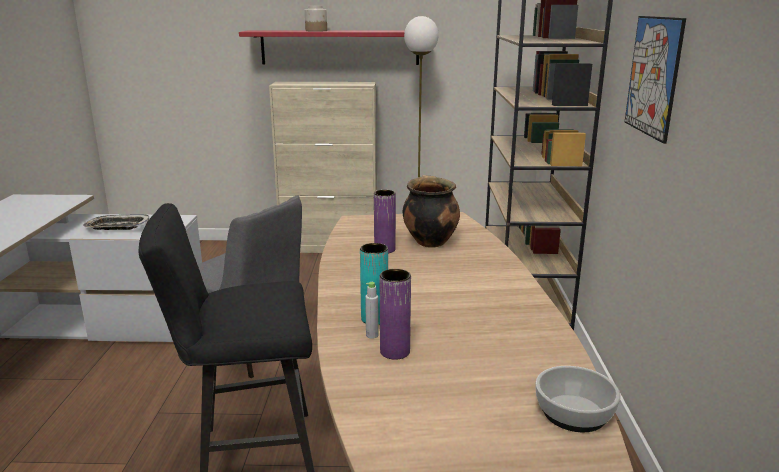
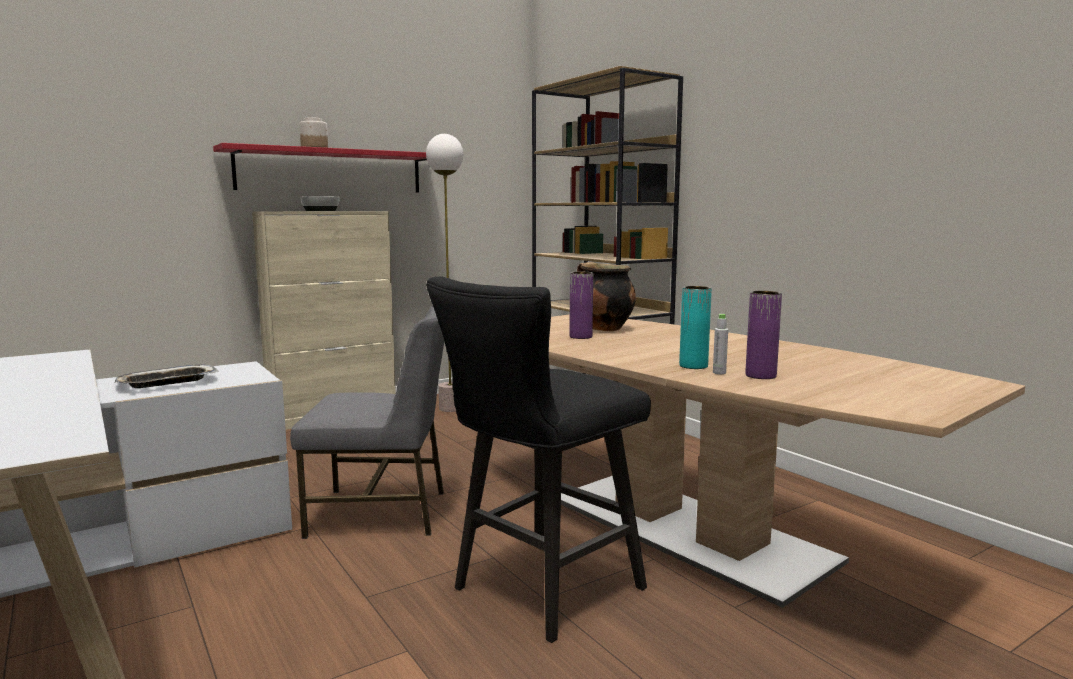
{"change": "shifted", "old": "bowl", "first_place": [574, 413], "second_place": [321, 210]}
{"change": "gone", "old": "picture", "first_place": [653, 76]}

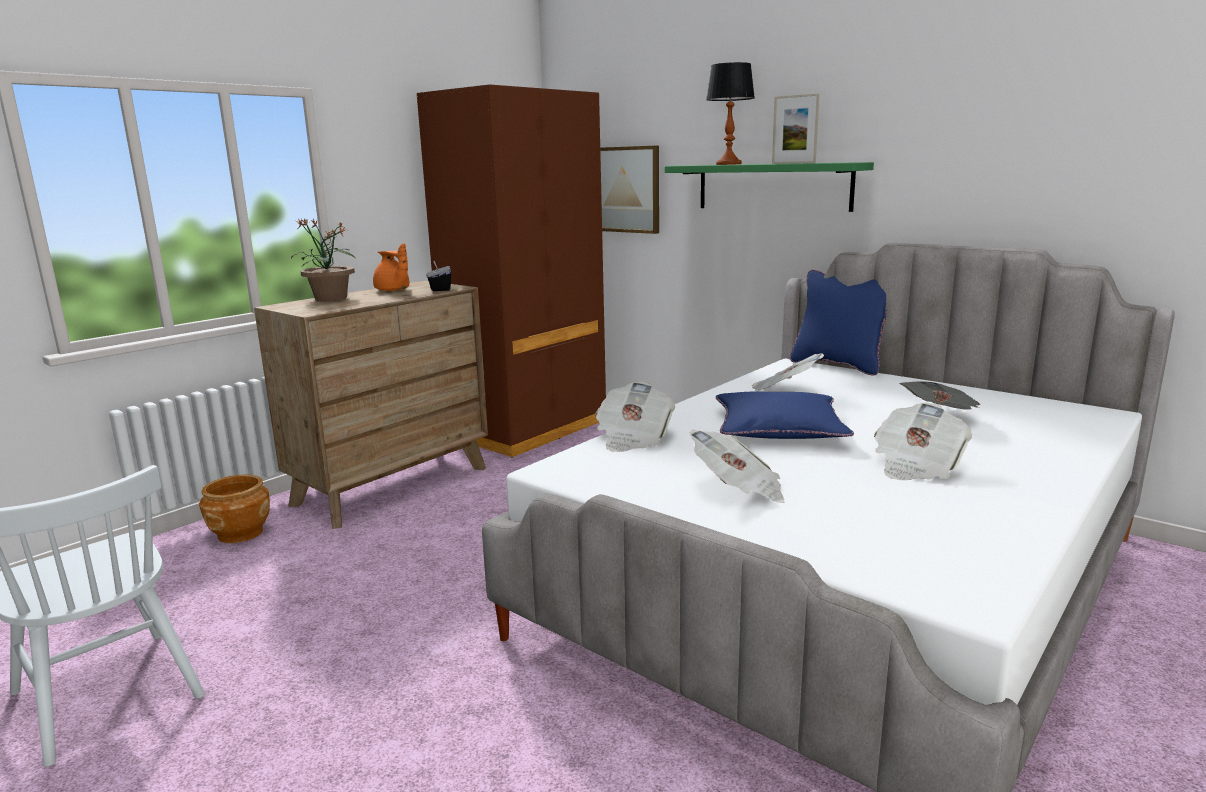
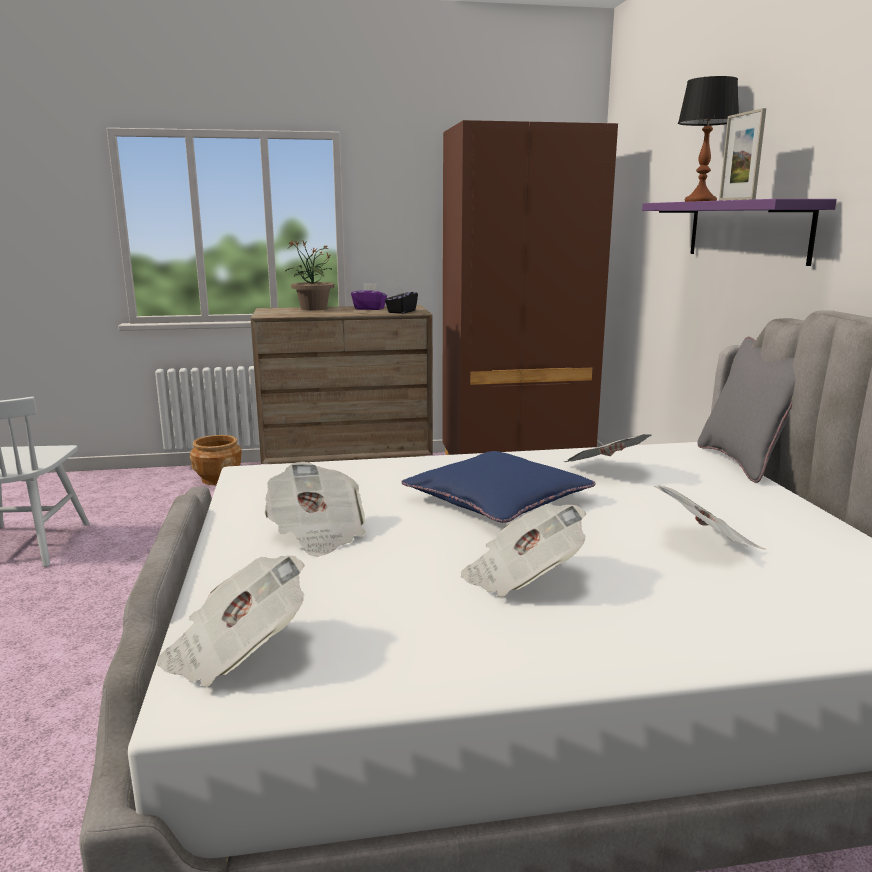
{"change": "swapped", "old": "orange teapot", "new": "purple tissue box", "first_place": [393, 290], "second_place": [369, 309]}
{"change": "shifted", "old": "newspaper", "first_place": [633, 438], "second_place": [235, 652]}
{"change": "gone", "old": "picture", "first_place": [625, 189]}
{"change": "repainted", "old": "green shelf", "new": "purple shelf", "first_place": [773, 187], "second_place": [746, 230]}
{"change": "repainted", "old": "blue pillow", "new": "grey pillow", "first_place": [838, 365], "second_place": [744, 462]}

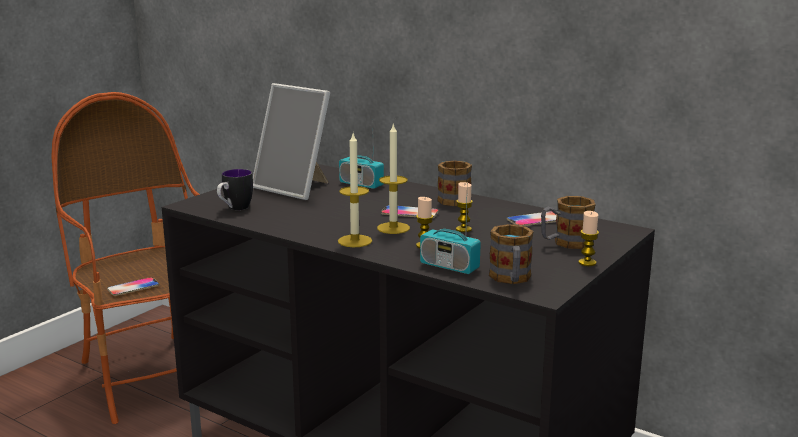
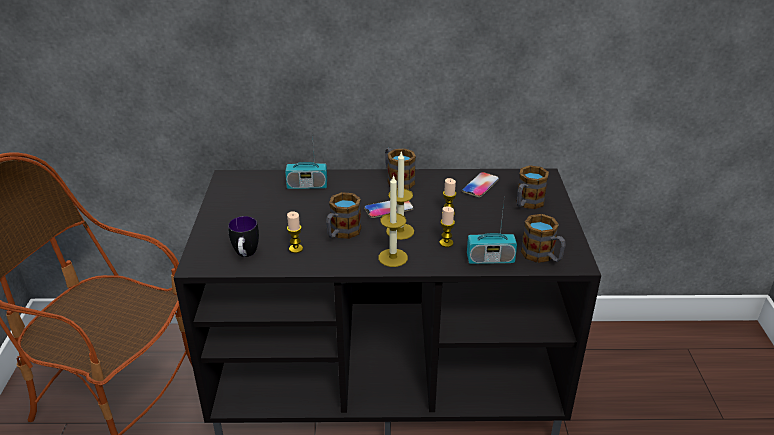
{"change": "gone", "old": "phone", "first_place": [133, 287]}
{"change": "gone", "old": "picture frame", "first_place": [296, 188]}
{"change": "shifted", "old": "candle", "first_place": [587, 263], "second_place": [296, 249]}
{"change": "new", "new": "mug", "second_place": [342, 233]}

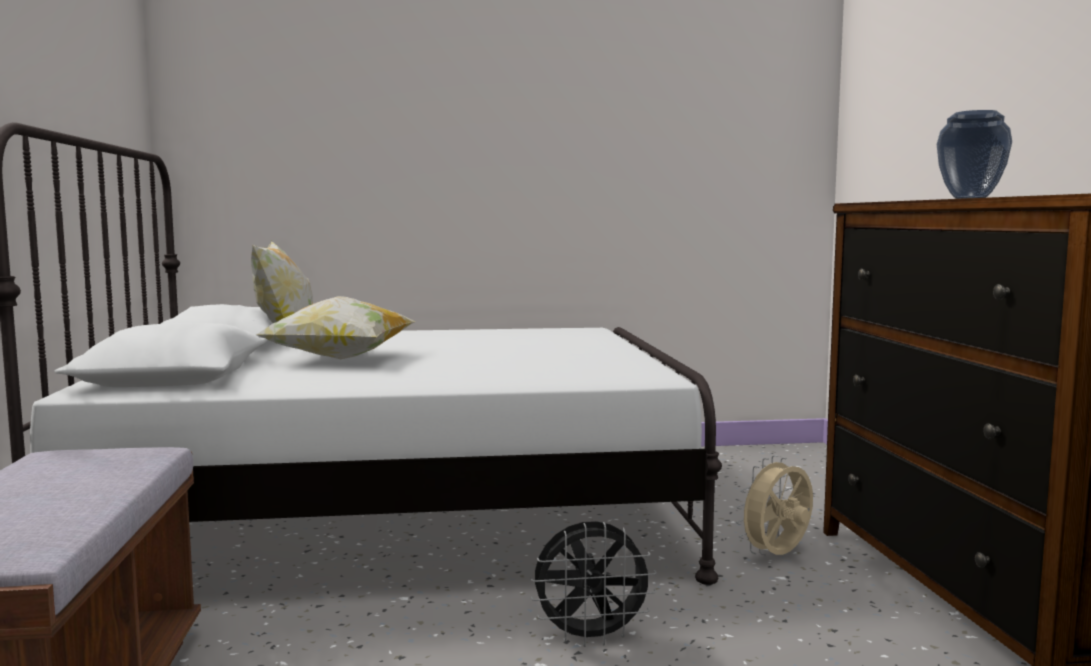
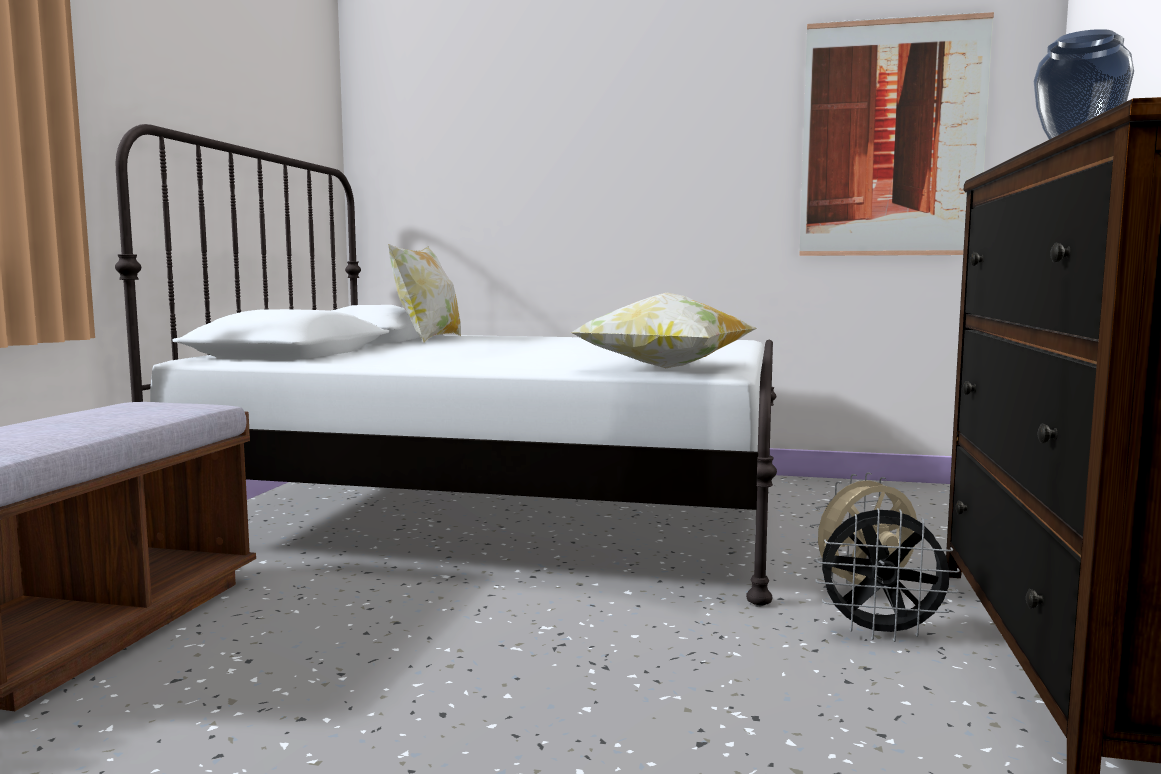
{"change": "shifted", "old": "pillow", "first_place": [340, 359], "second_place": [665, 368]}
{"change": "shifted", "old": "black fan", "first_place": [591, 637], "second_place": [881, 633]}
{"change": "new", "new": "picture", "second_place": [892, 138]}

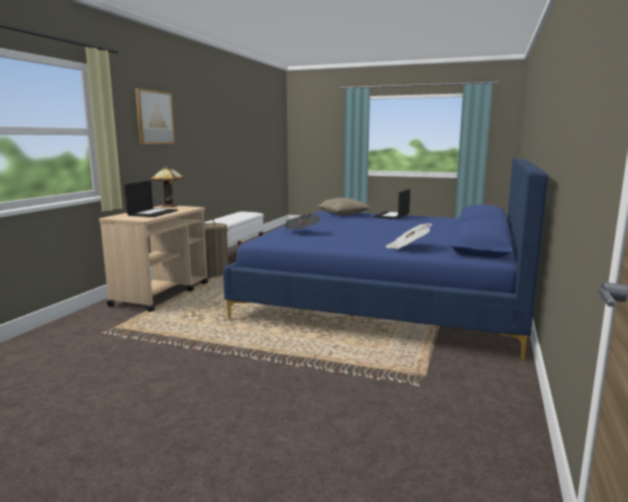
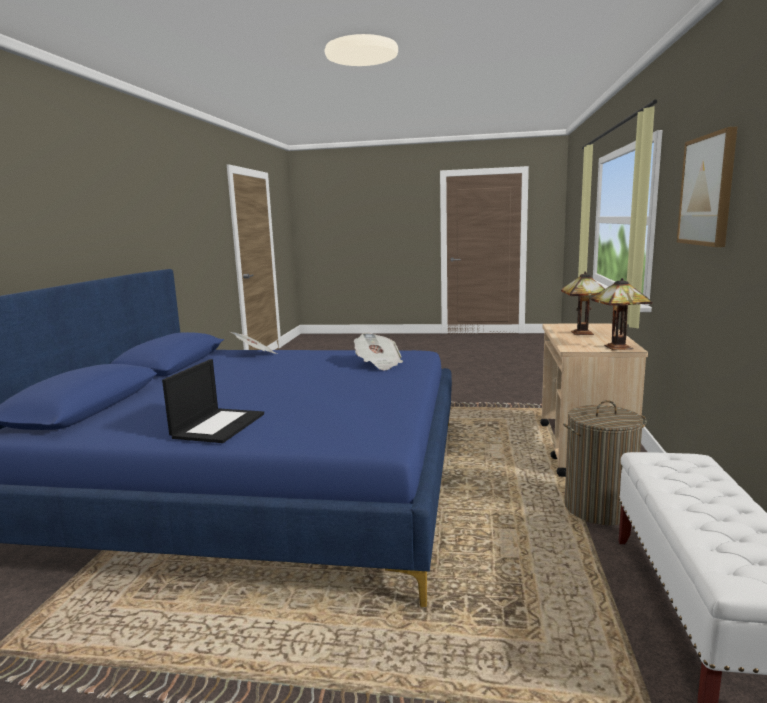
{"change": "swapped", "old": "laptop", "new": "table lamp", "first_place": [152, 213], "second_place": [584, 333]}
{"change": "gone", "old": "beige pillow", "first_place": [344, 214]}

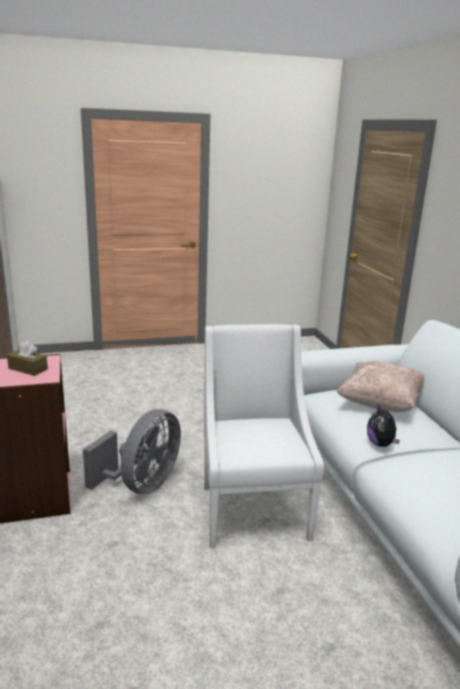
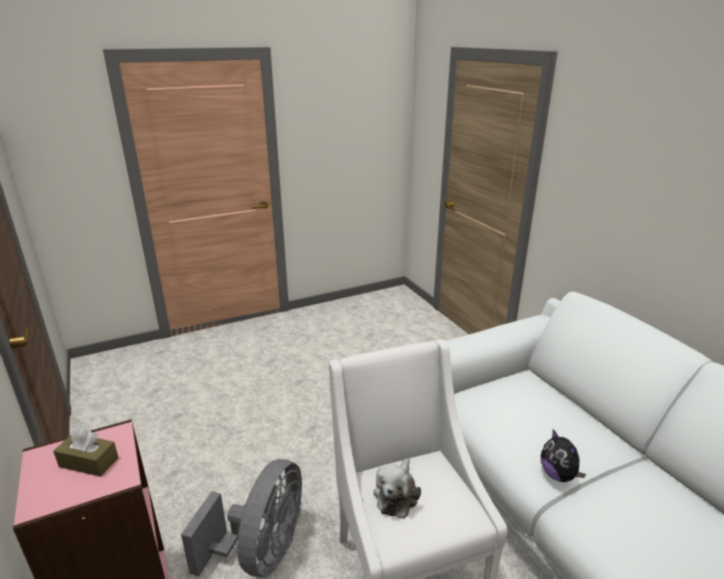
{"change": "gone", "old": "beige pillow", "first_place": [380, 404]}
{"change": "new", "new": "plush toy", "second_place": [396, 495]}

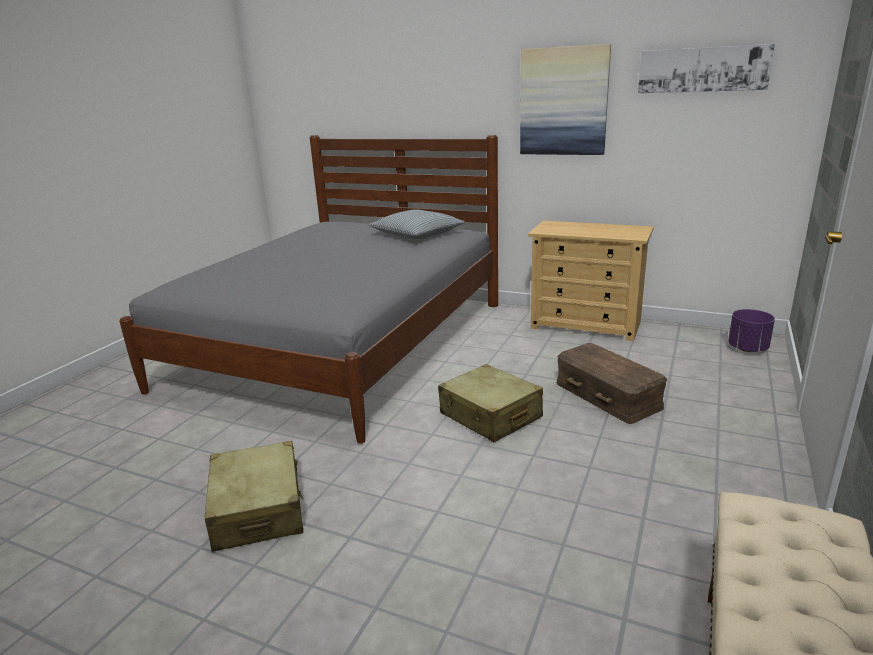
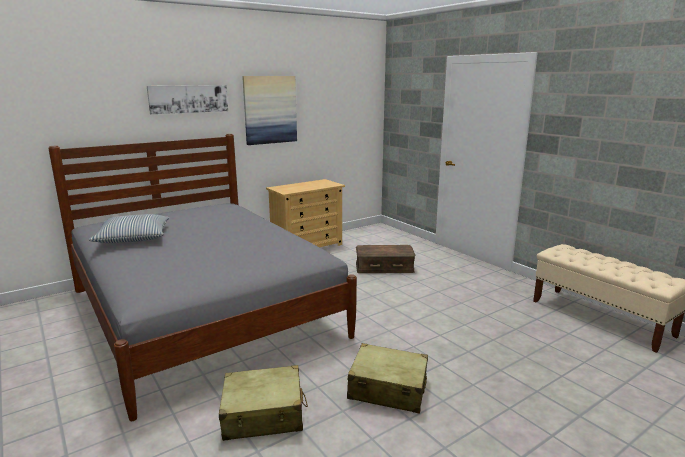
{"change": "shifted", "old": "pillow", "first_place": [417, 234], "second_place": [133, 237]}
{"change": "shifted", "old": "beige suitcase", "first_place": [490, 416], "second_place": [264, 414]}
{"change": "shifted", "old": "picture", "first_place": [703, 69], "second_place": [188, 99]}
{"change": "gone", "old": "purple planter", "first_place": [747, 348]}

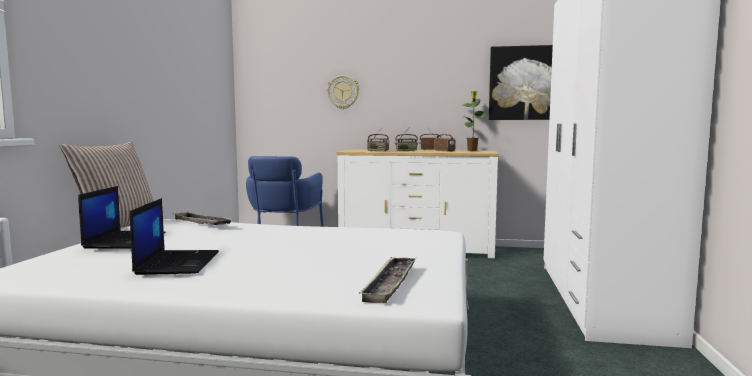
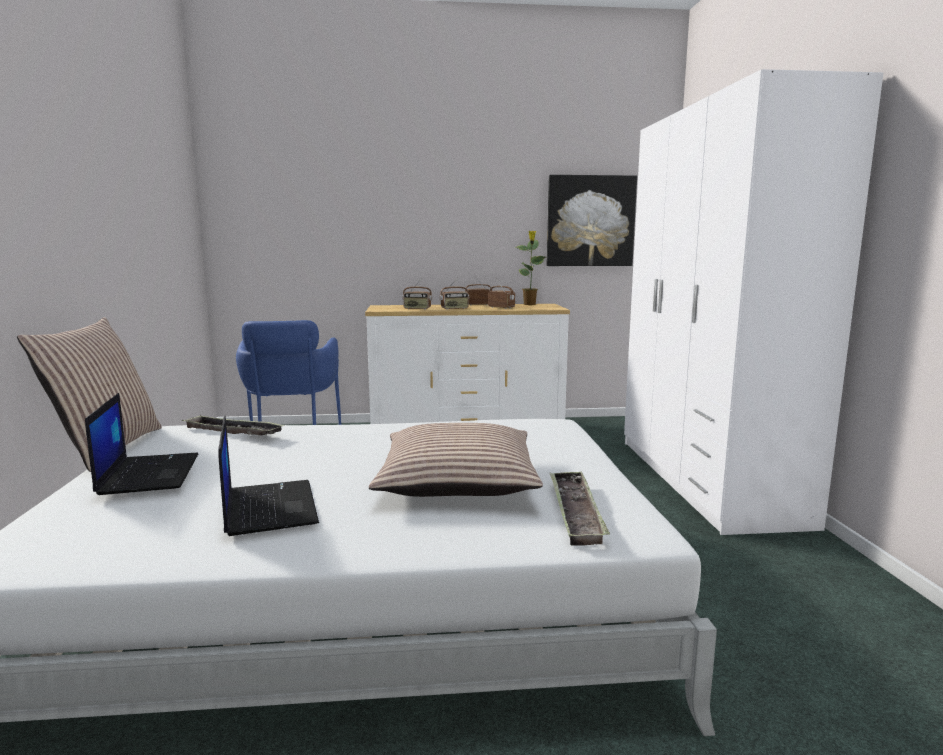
{"change": "gone", "old": "wall clock", "first_place": [343, 92]}
{"change": "new", "new": "pillow", "second_place": [457, 480]}

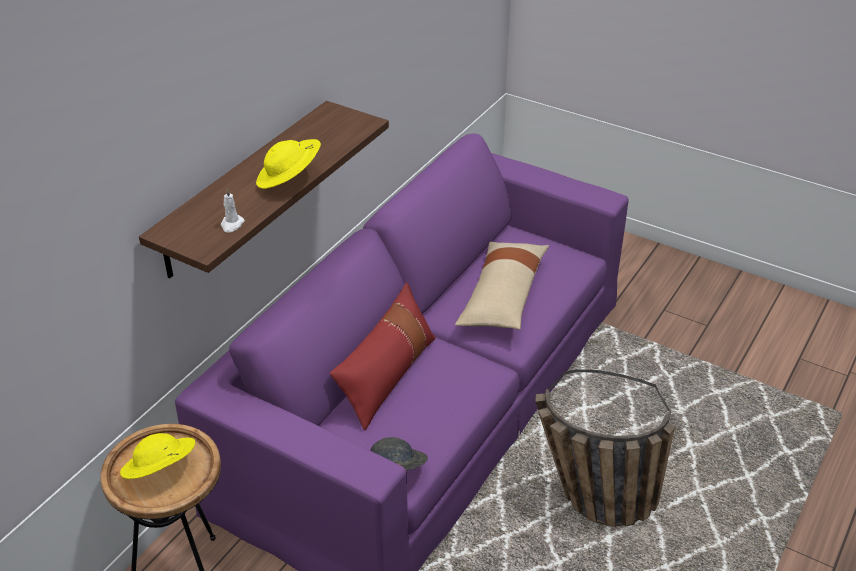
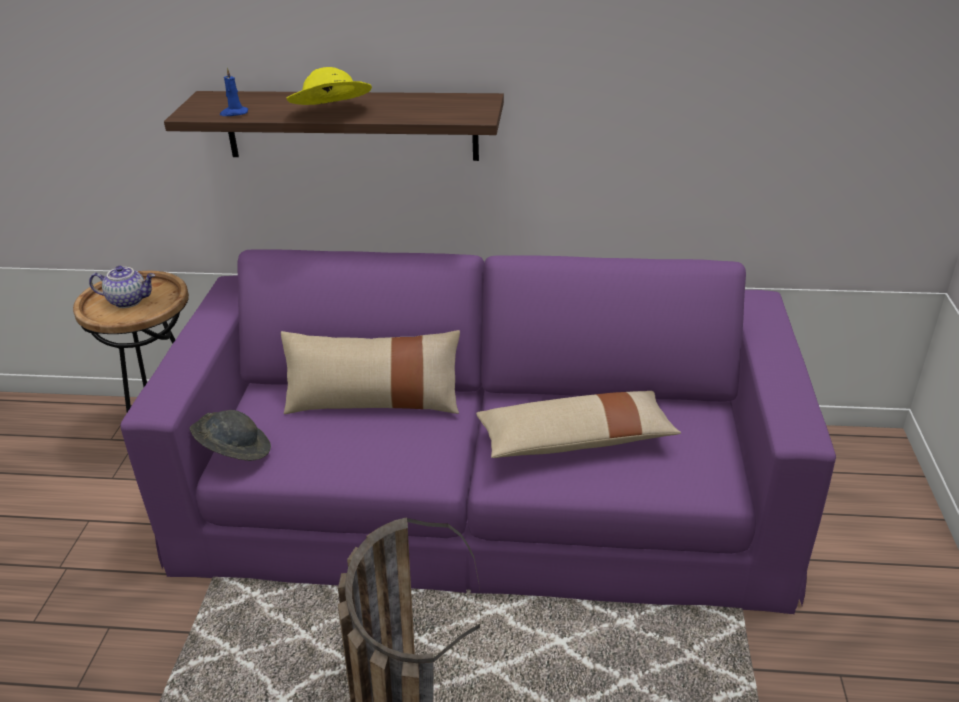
{"change": "swapped", "old": "yellow hat", "new": "teapot", "first_place": [160, 470], "second_place": [129, 300]}
{"change": "repainted", "old": "white candle", "new": "blue candle", "first_place": [232, 225], "second_place": [234, 113]}
{"change": "repainted", "old": "red pillow", "new": "beige pillow", "first_place": [387, 376], "second_place": [374, 401]}

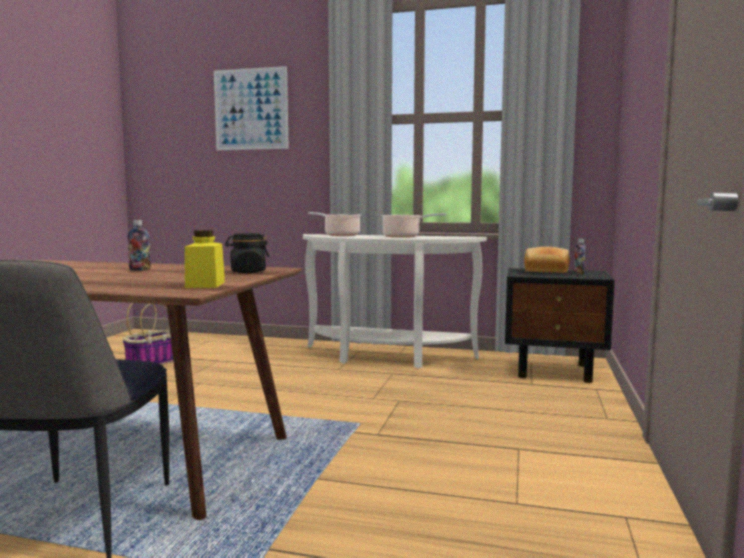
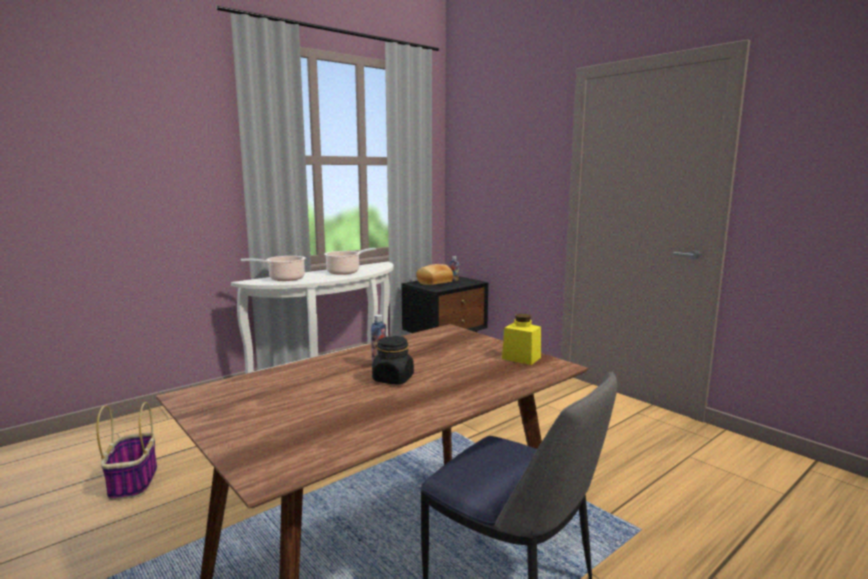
{"change": "gone", "old": "picture", "first_place": [251, 109]}
{"change": "shifted", "old": "black jar", "first_place": [247, 272], "second_place": [393, 379]}

